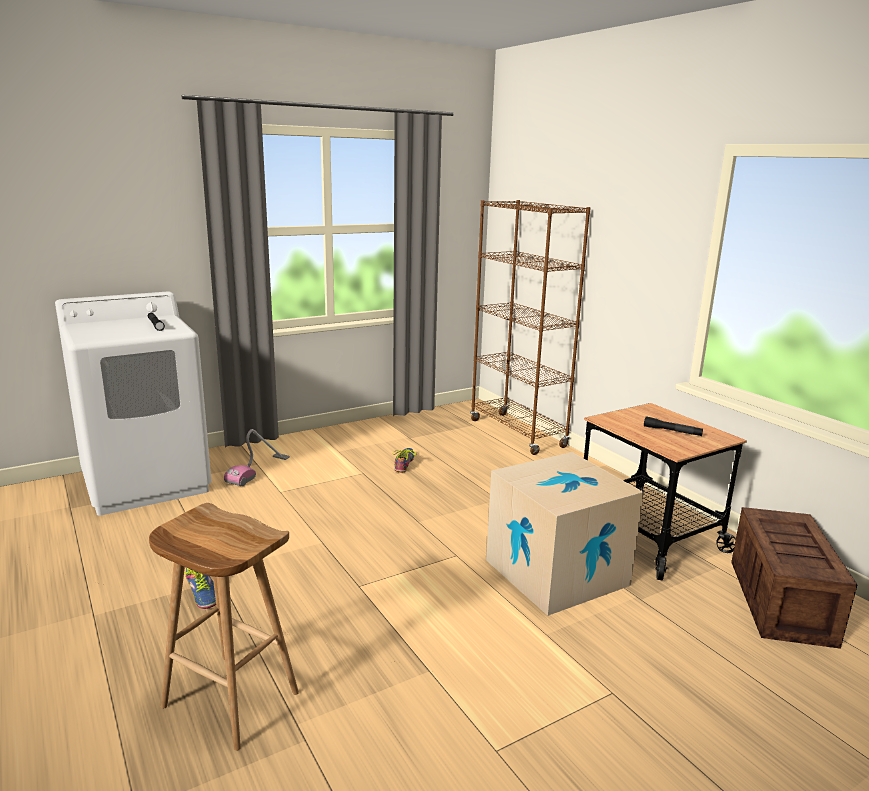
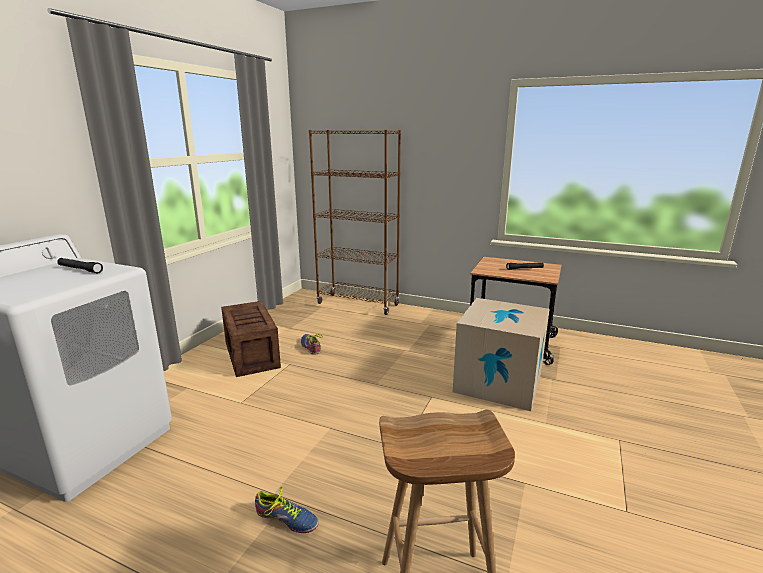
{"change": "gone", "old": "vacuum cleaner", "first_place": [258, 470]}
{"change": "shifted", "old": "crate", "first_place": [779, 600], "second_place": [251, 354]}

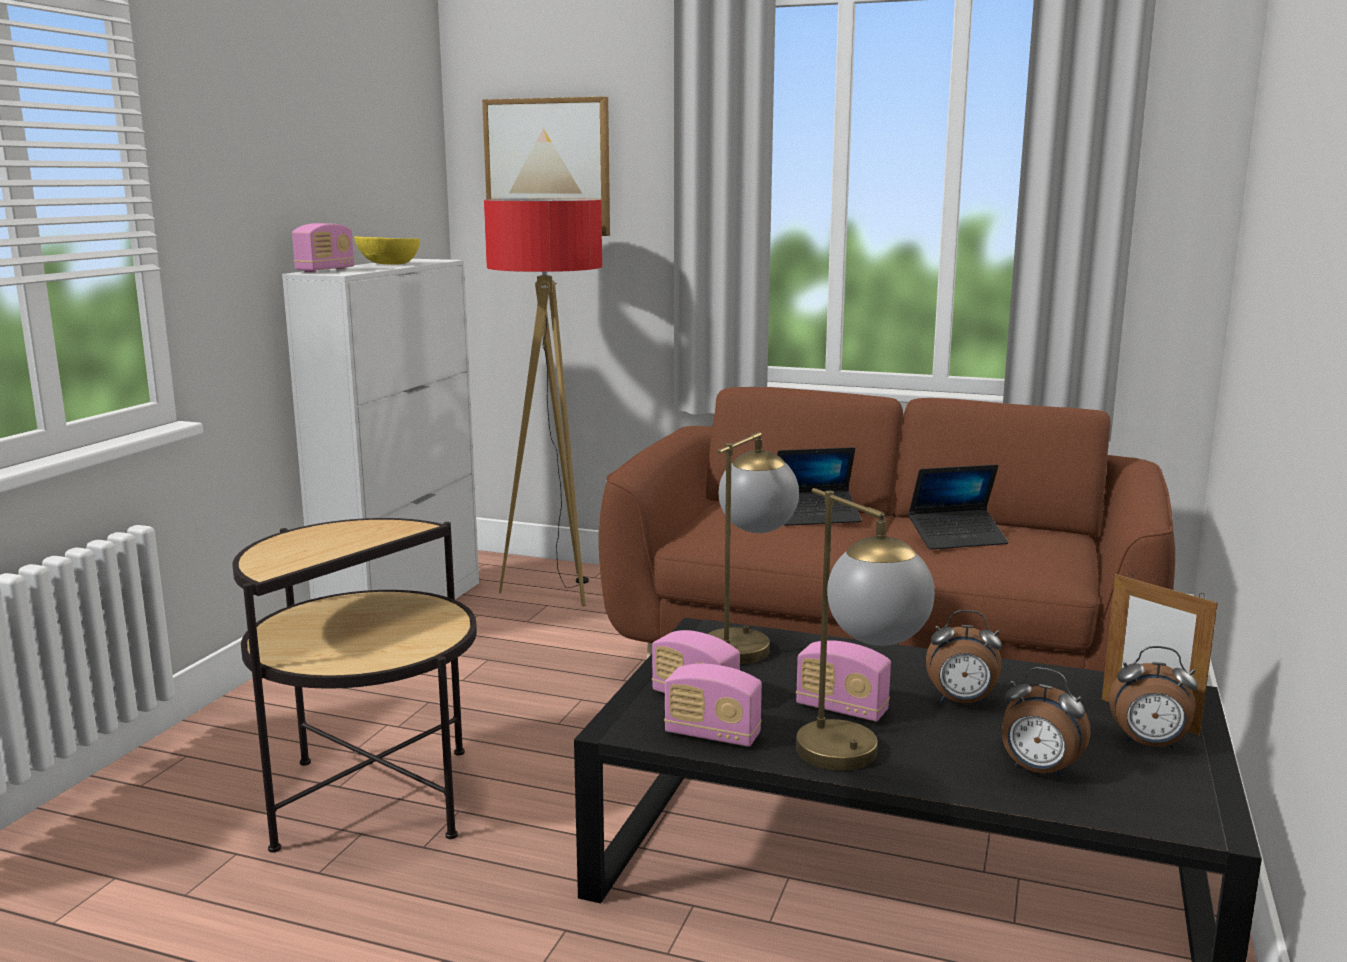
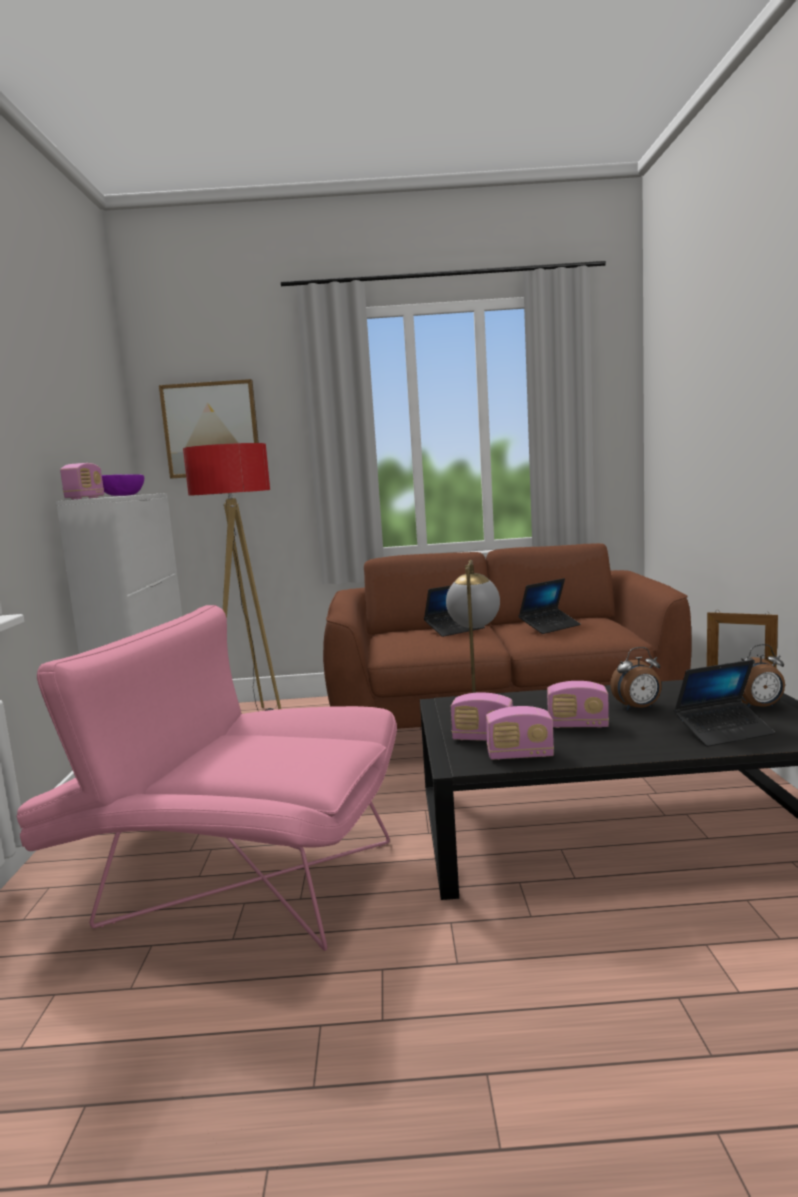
{"change": "swapped", "old": "side table", "new": "pink armchair", "first_place": [374, 797], "second_place": [233, 876]}
{"change": "repainted", "old": "yellow bowl", "new": "purple bowl", "first_place": [388, 264], "second_place": [122, 495]}
{"change": "gone", "old": "table lamp", "first_place": [856, 763]}
{"change": "swapped", "old": "alarm clock", "new": "laptop", "first_place": [1038, 771], "second_place": [723, 731]}

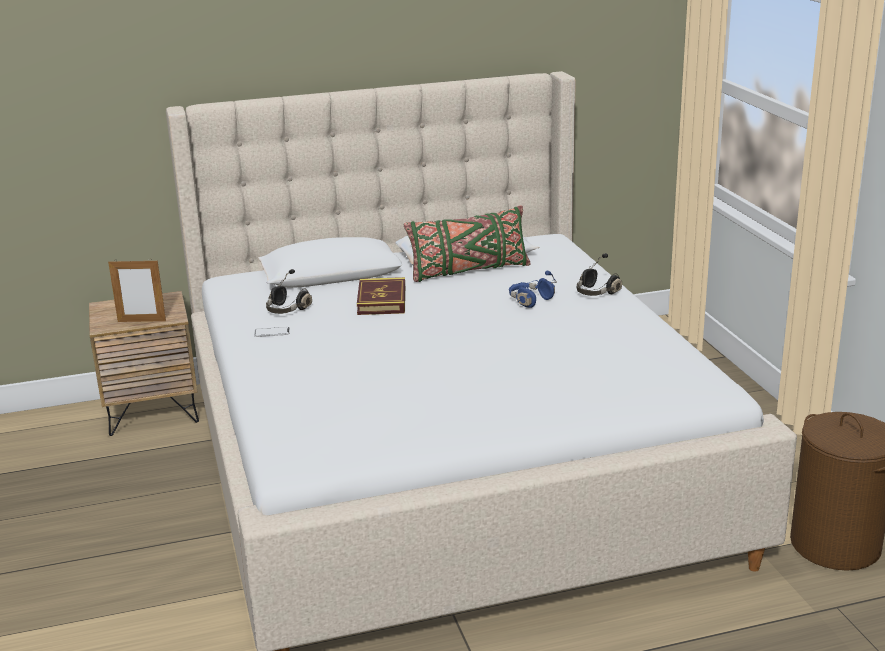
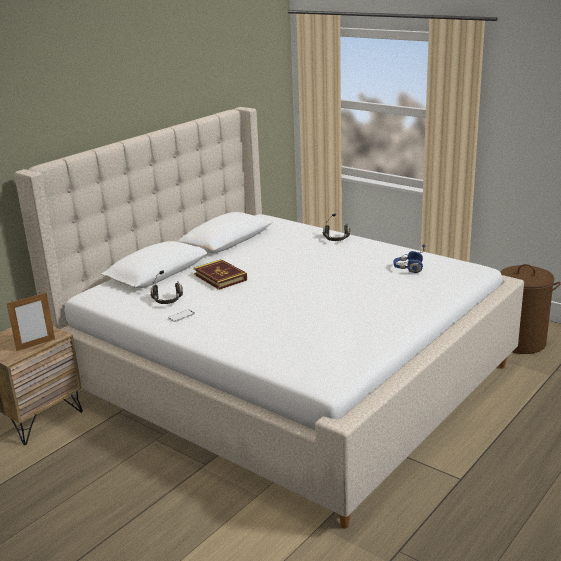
{"change": "gone", "old": "green pillow", "first_place": [468, 271]}
{"change": "shifted", "old": "blue headphones", "first_place": [529, 300], "second_place": [408, 268]}

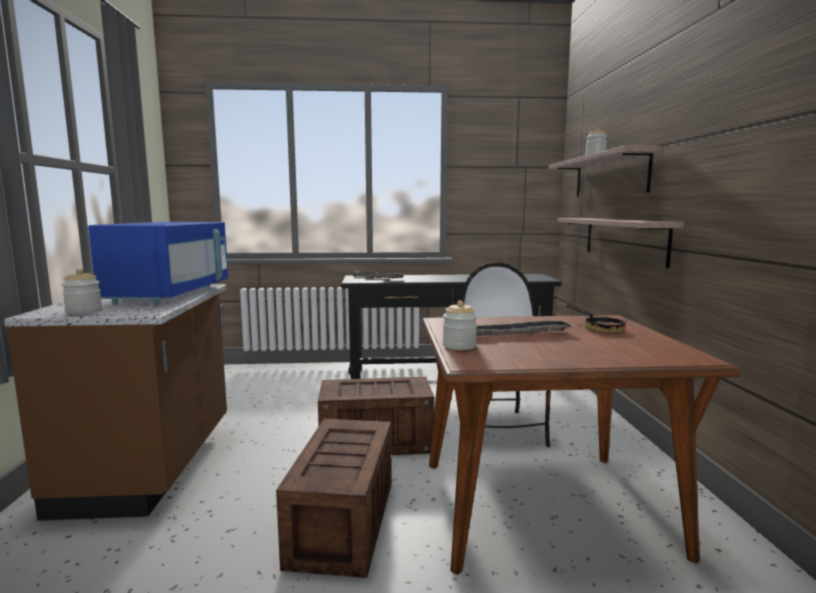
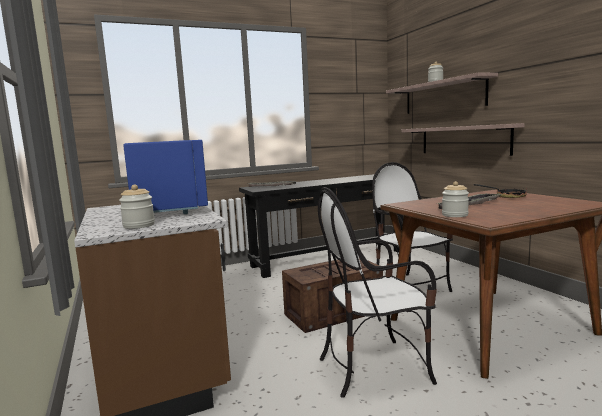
{"change": "swapped", "old": "crate", "new": "chair", "first_place": [343, 520], "second_place": [374, 368]}

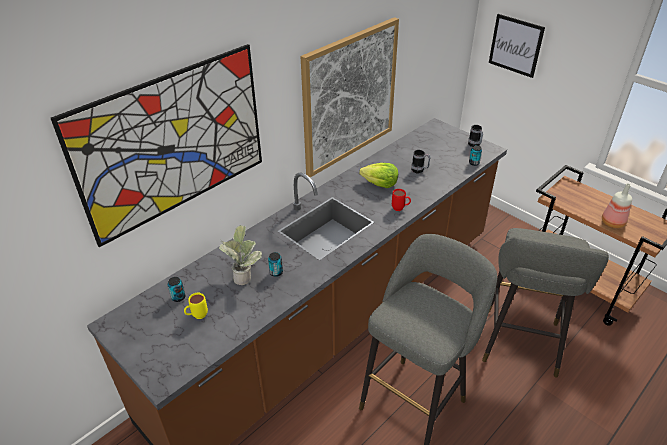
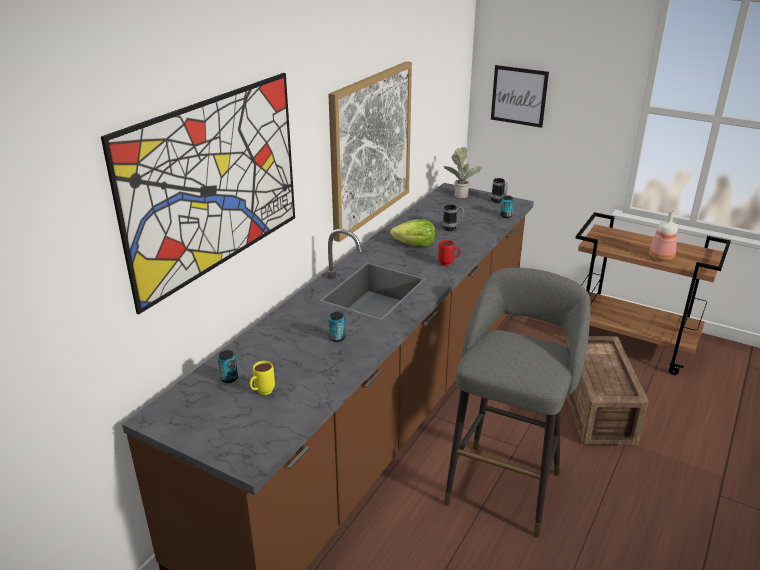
{"change": "shifted", "old": "potted plant", "first_place": [244, 275], "second_place": [460, 194]}
{"change": "swapped", "old": "grey stool", "new": "crate", "first_place": [520, 346], "second_place": [595, 410]}

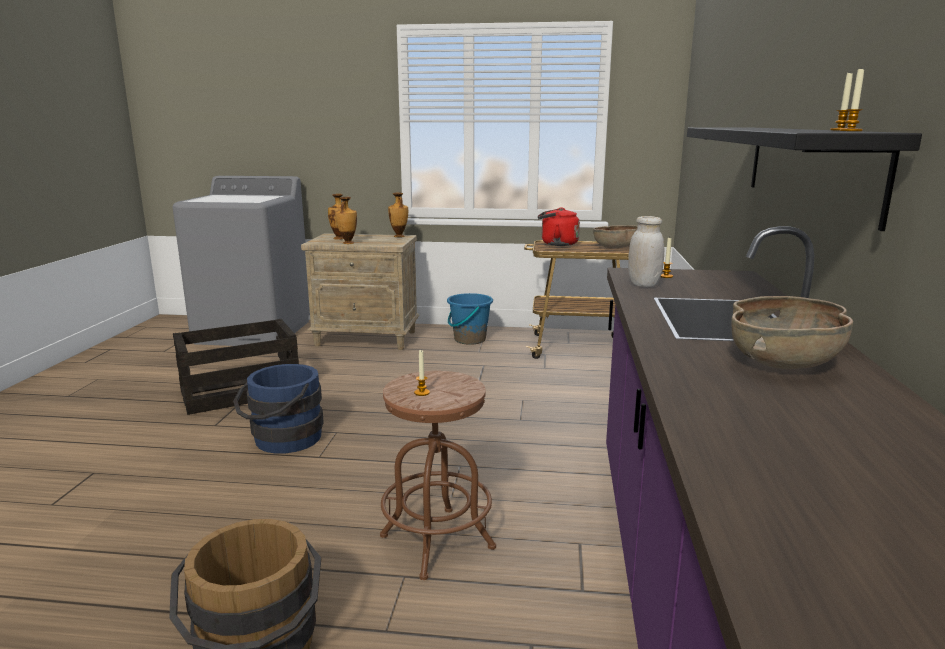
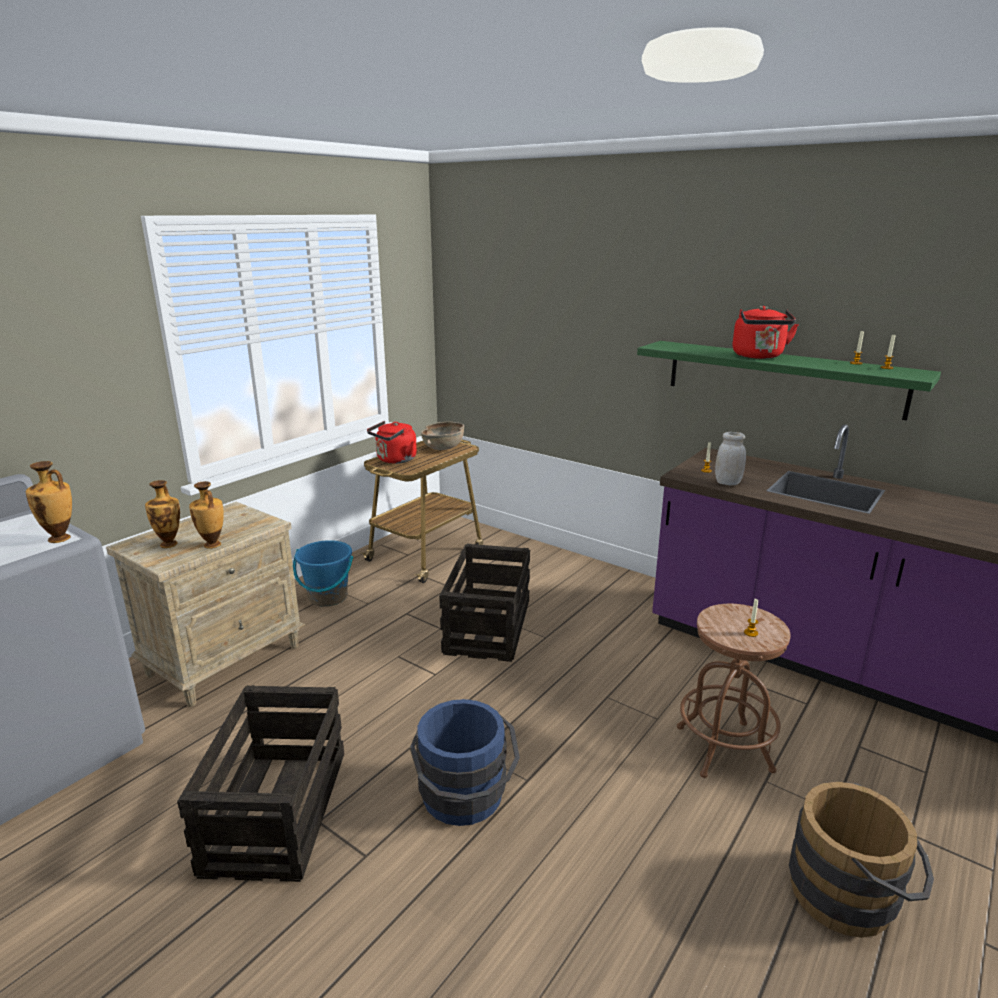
{"change": "shifted", "old": "vase", "first_place": [399, 236], "second_place": [60, 539]}
{"change": "repainted", "old": "black shelf", "new": "green shelf", "first_place": [807, 167], "second_place": [782, 378]}
{"change": "gone", "old": "brown bowl", "first_place": [783, 363]}
{"change": "new", "new": "crate", "second_place": [487, 626]}
{"change": "new", "new": "red kettle", "second_place": [759, 356]}

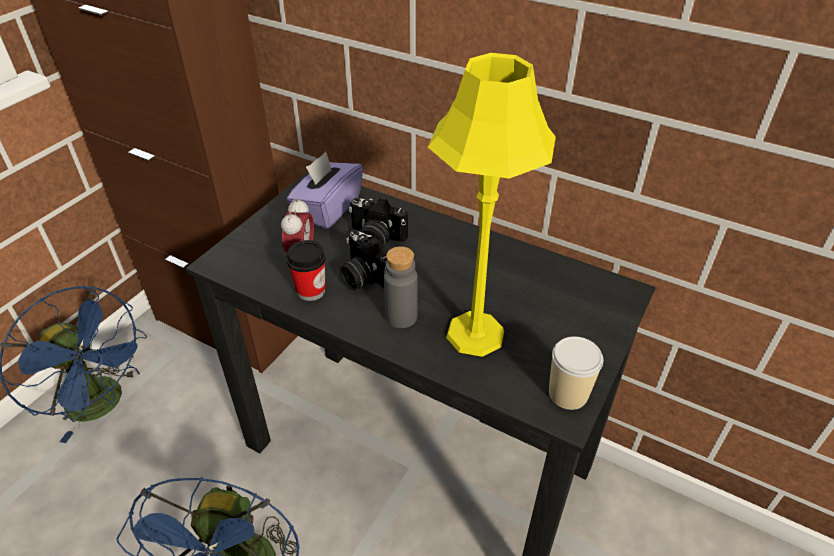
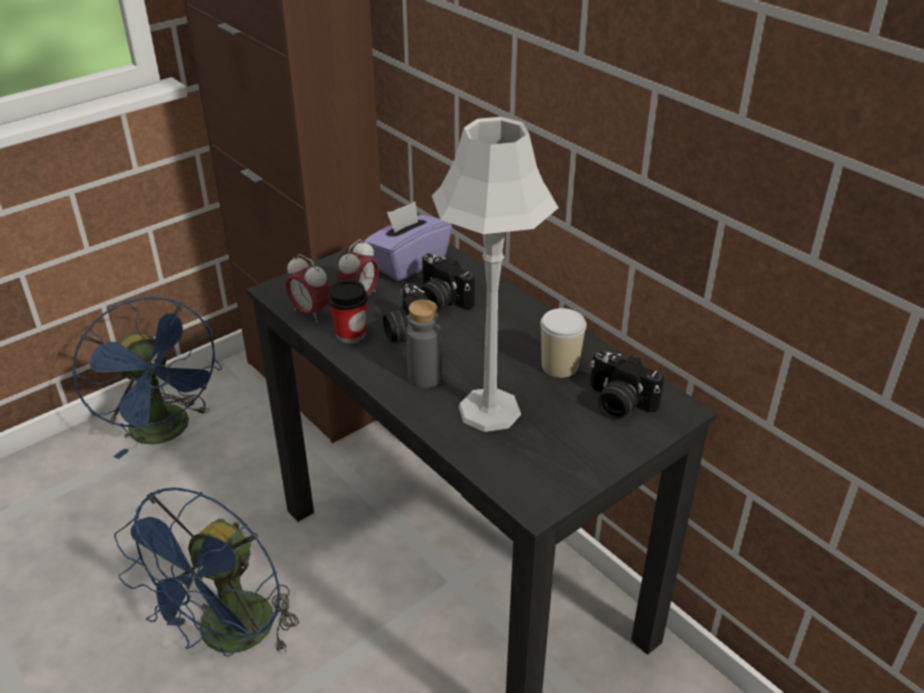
{"change": "repainted", "old": "yellow table lamp", "new": "grey table lamp", "first_place": [475, 334], "second_place": [489, 410]}
{"change": "shifted", "old": "cup", "first_place": [568, 393], "second_place": [560, 366]}
{"change": "new", "new": "alarm clock", "second_place": [311, 313]}
{"change": "new", "new": "photo camera", "second_place": [618, 403]}

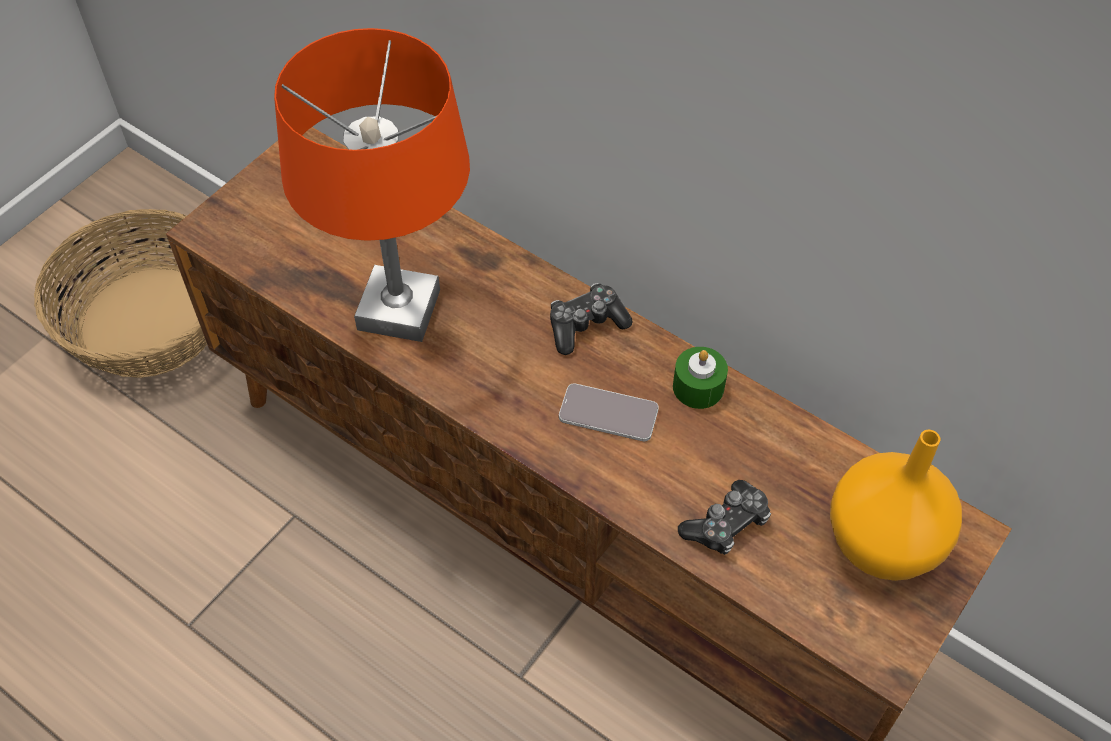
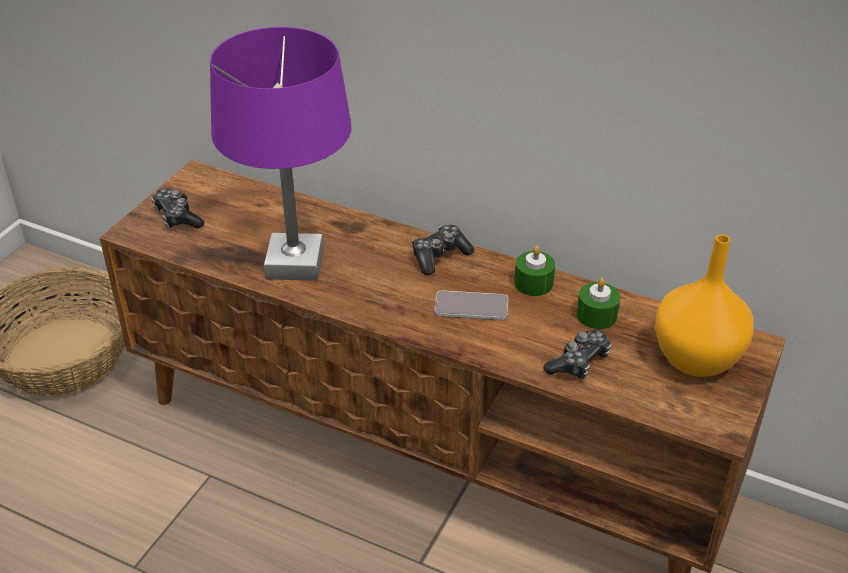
{"change": "repainted", "old": "orange table lamp", "new": "purple table lamp", "first_place": [399, 311], "second_place": [295, 264]}
{"change": "new", "new": "game controller", "second_place": [177, 217]}
{"change": "new", "new": "green candle", "second_place": [596, 315]}

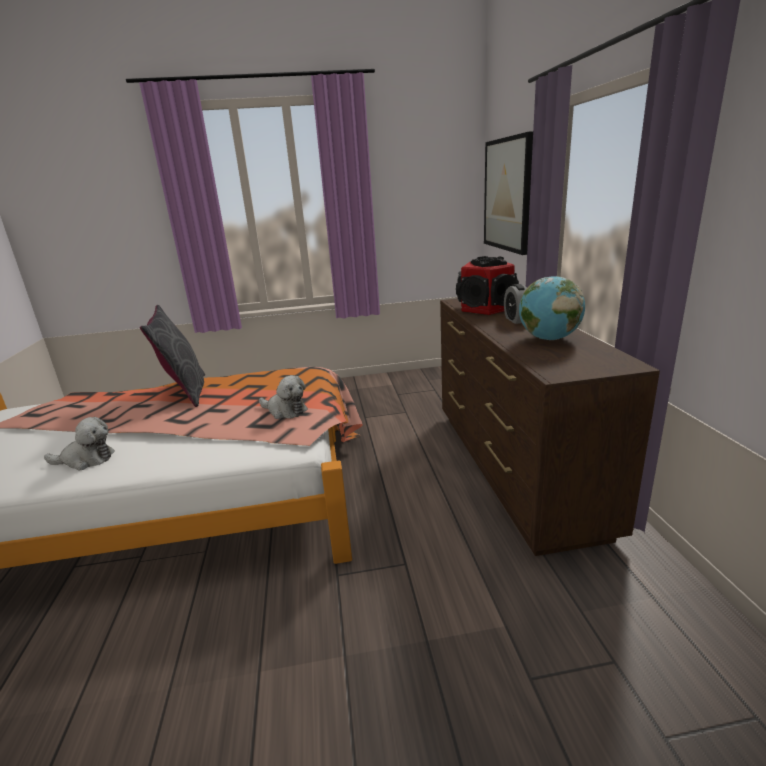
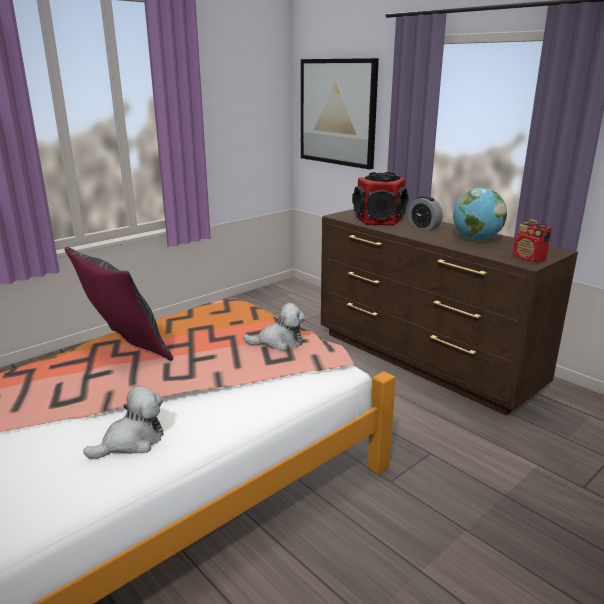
{"change": "new", "new": "radio", "second_place": [529, 258]}

